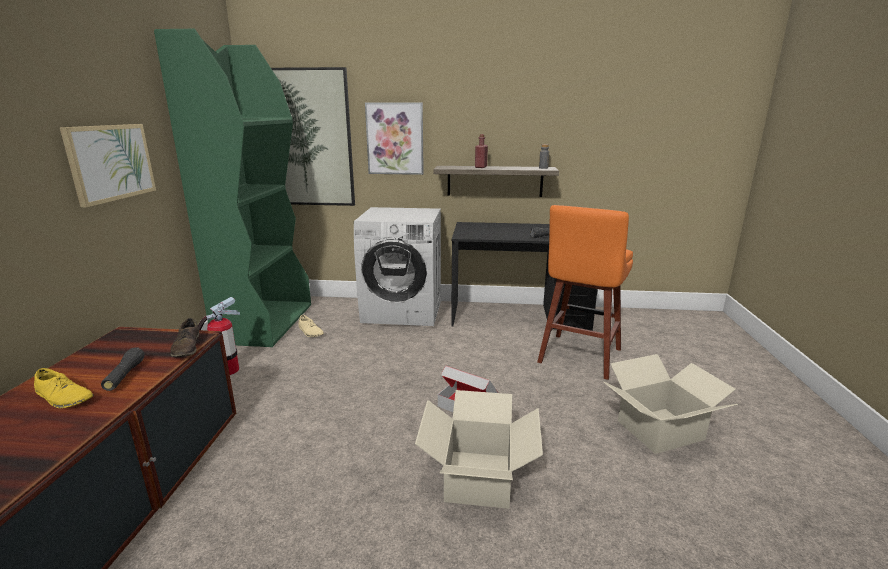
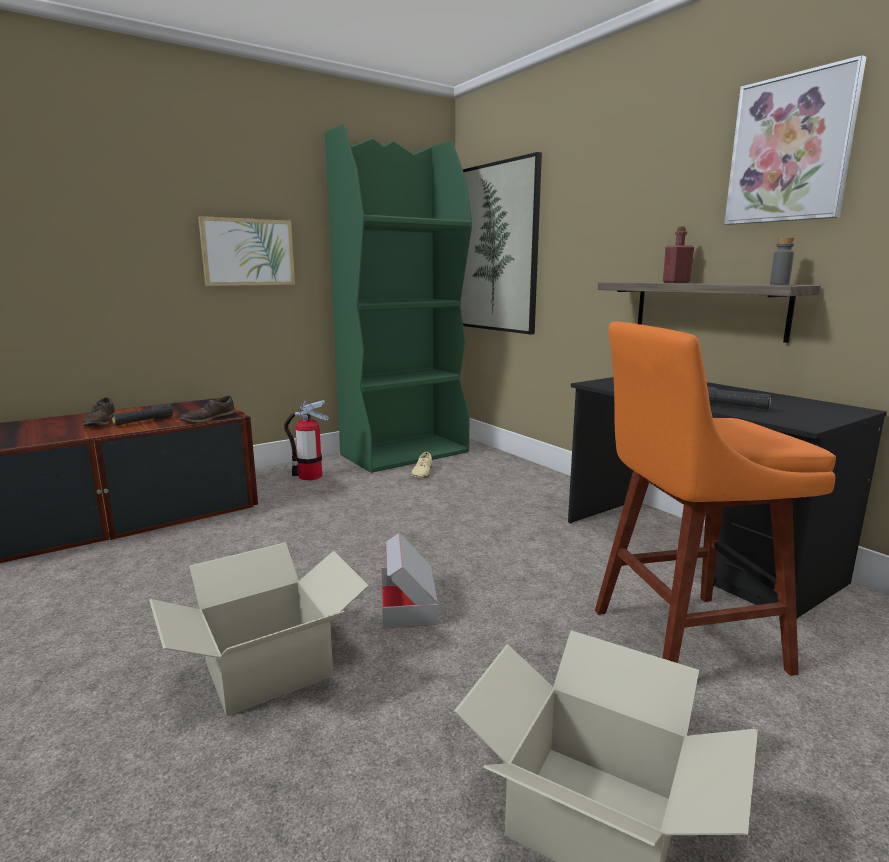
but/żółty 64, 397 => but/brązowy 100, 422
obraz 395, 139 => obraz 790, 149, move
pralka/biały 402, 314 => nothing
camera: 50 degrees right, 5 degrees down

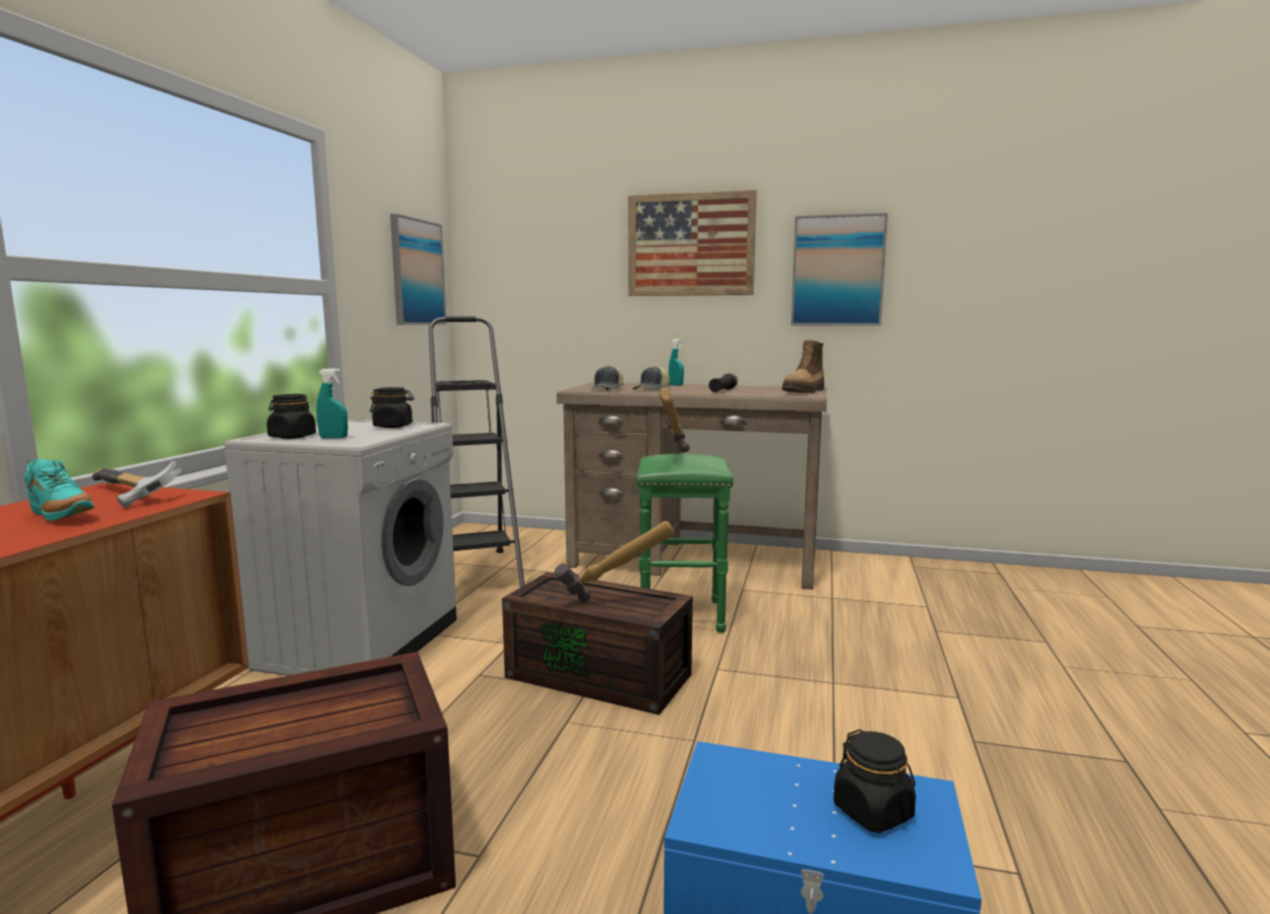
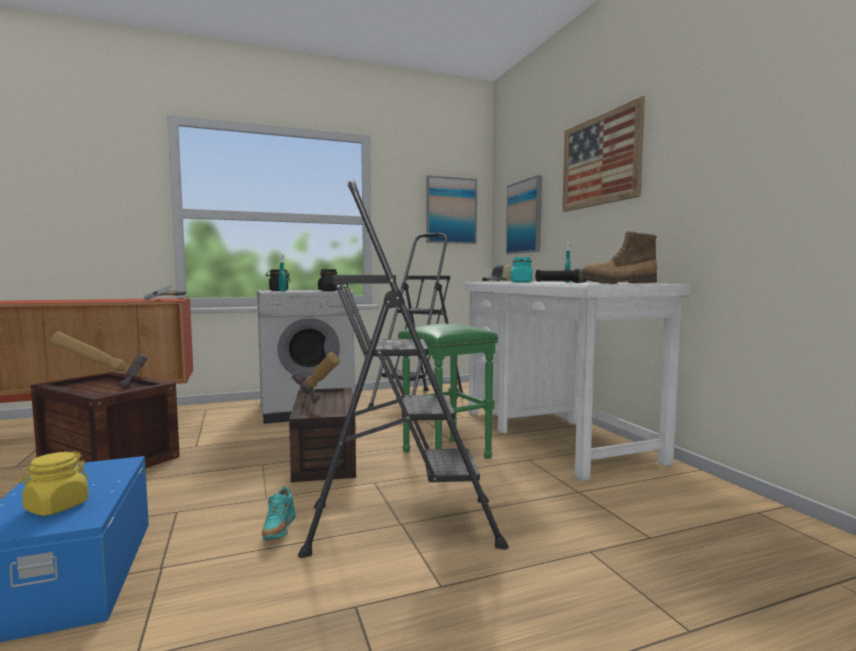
słoik/czarny 873, 812 => słoik/żółty 56, 507
młotek 668, 456 => młotek 103, 387, move
but/turkusowy 60, 516 => but/turkusowy 278, 531, move
nothing => drabinka 400, 525
biurko/brązowy 694, 559 => biurko/biały 555, 434
obraz 837, 271 => obraz 524, 217, move
czapka z daszkiem 652, 390 => słoik/turkusowy 521, 282
camera: 55 degrees right, 5 degrees down

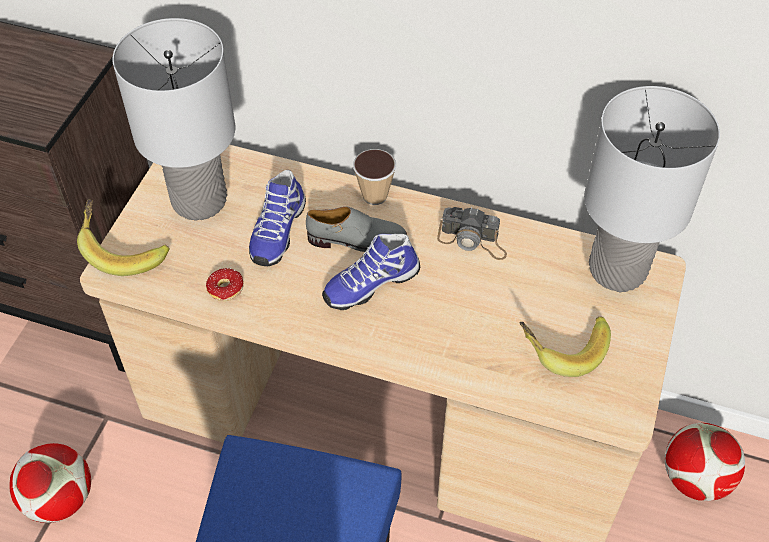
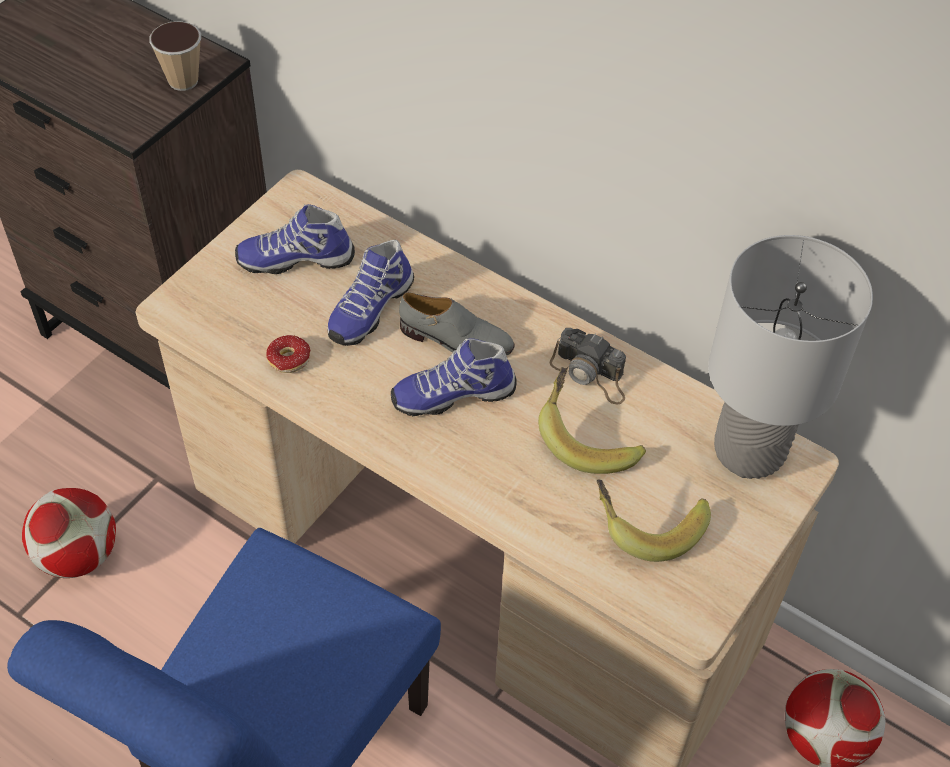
filiżanka 375, 195 => filiżanka 183, 81, move
lampa stołowa/szary 201, 205 => but 296, 258
banan 124, 249 => banan 587, 437, move
camera: 15 degrees right, 0 degrees up

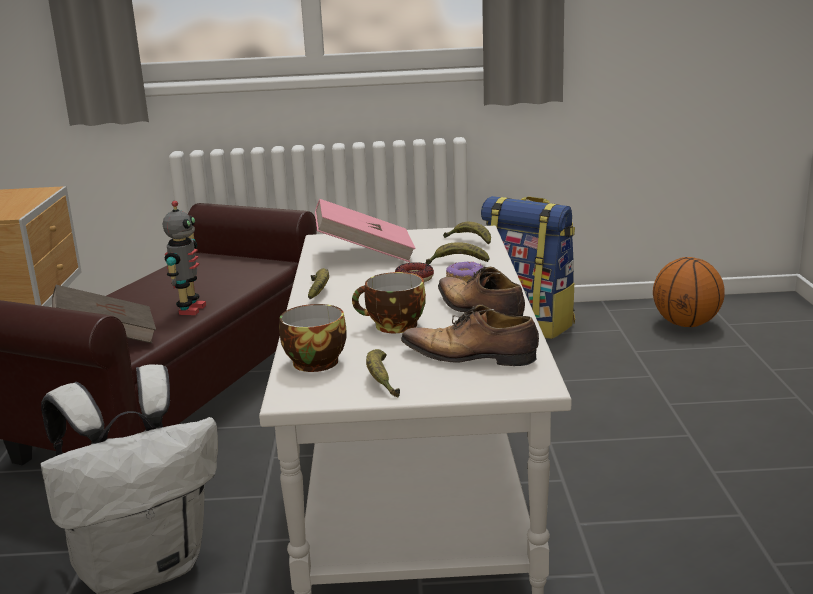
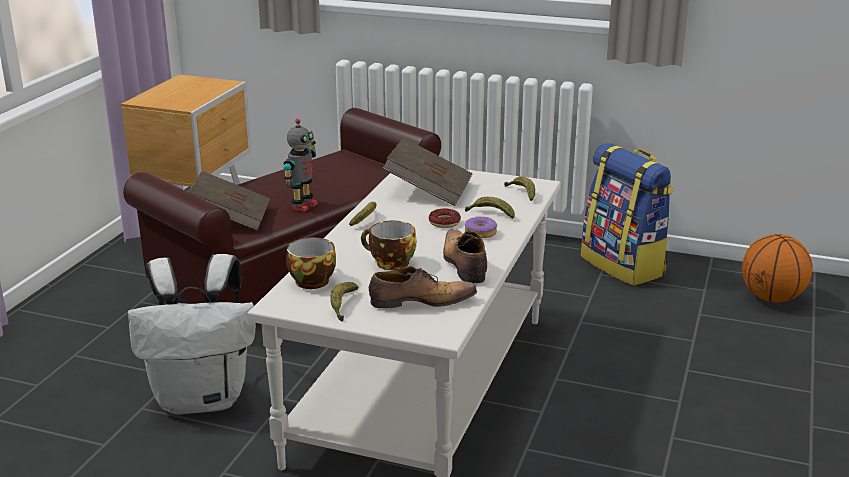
but 471, 357 => but 420, 302, 135 degrees clockwise
książka/różowy 365, 254 => książka/brązowy 428, 191
camera: 20 degrees right, 5 degrees up

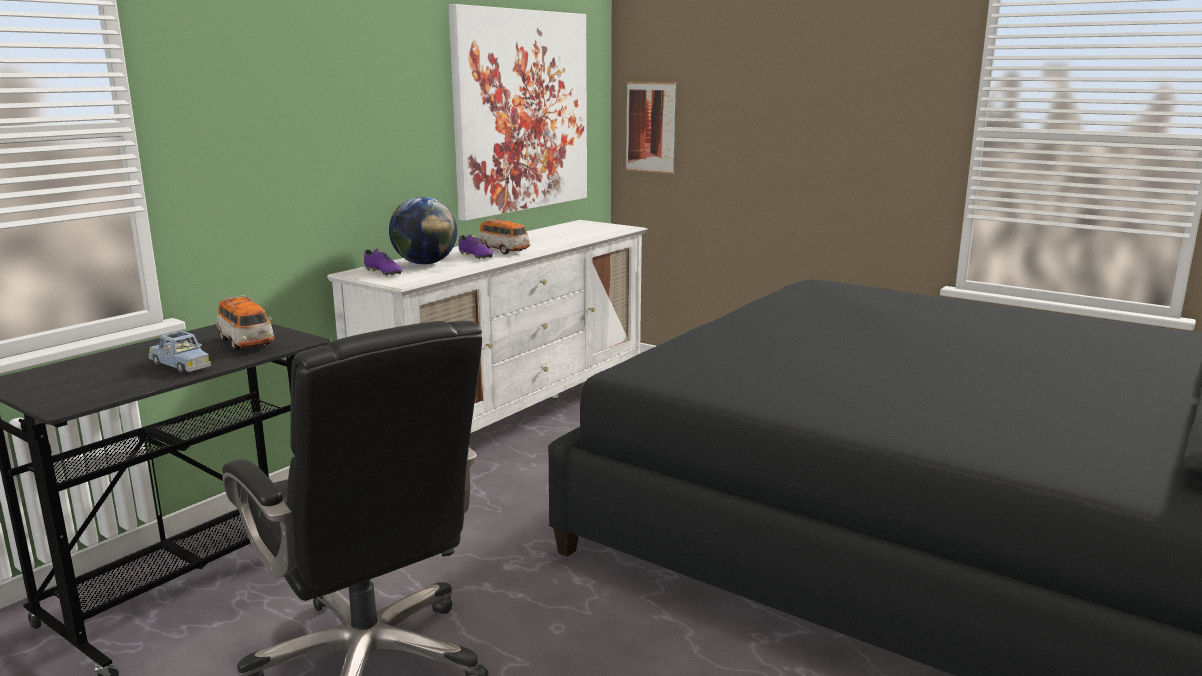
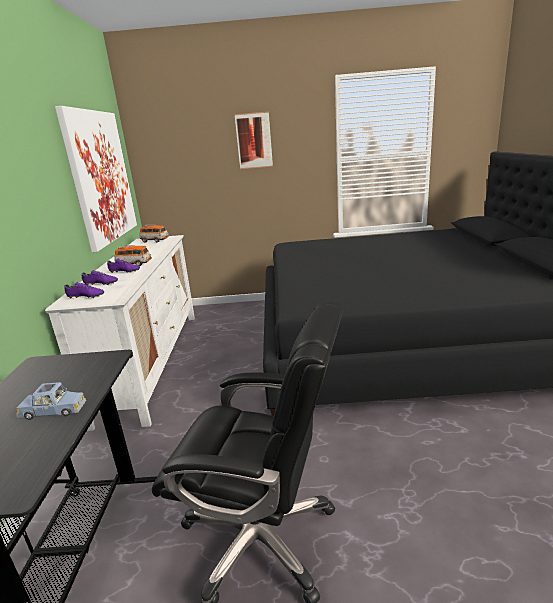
globus 425, 263 => but/fioletowy 101, 284
samochodzik 246, 343 => samochodzik 155, 240, move
obraz 650, 127 => obraz 254, 140, move
camera: 35 degrees left, 5 degrees up

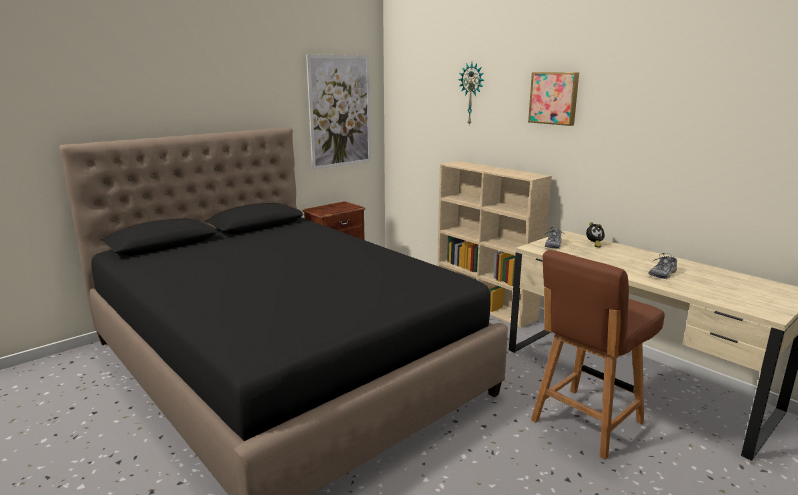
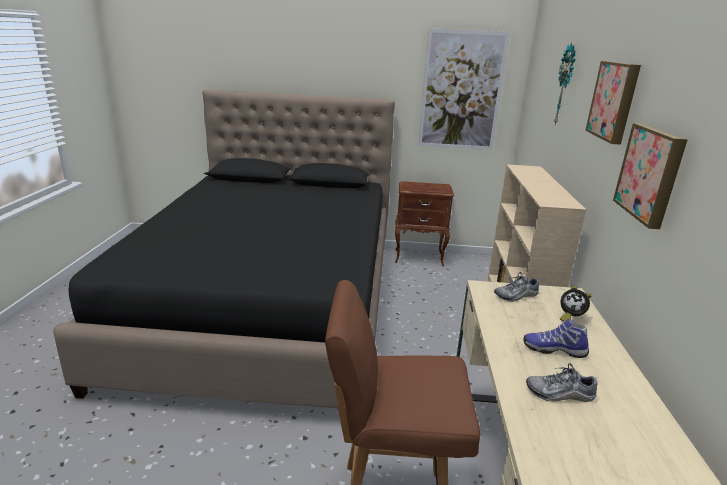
nothing => but 554, 349
nothing => obraz 651, 173
camera: 45 degrees right, 5 degrees up

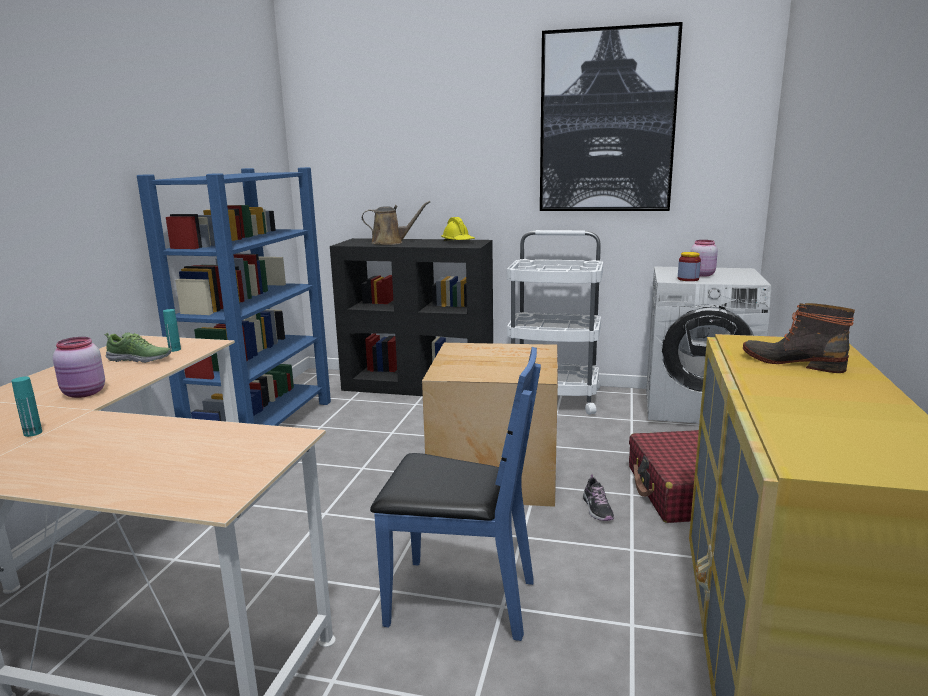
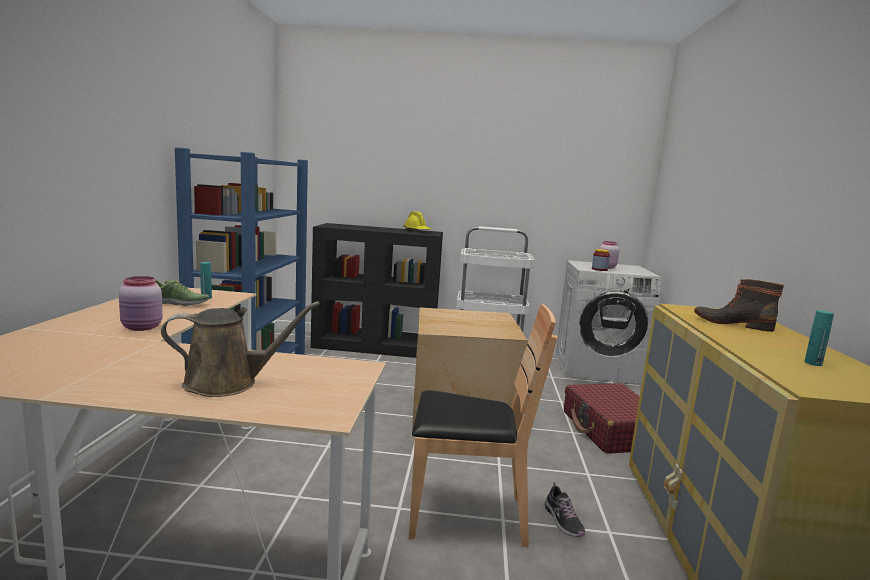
konewka/brązowy 391, 242 => konewka/brązowy 228, 383, move
krzesło/niebieski 460, 600 => krzesło/brązowy 466, 515
but 597, 509 => but 563, 521, move
butelka/turkusowy 33, 433 => butelka/turkusowy 813, 363, move
obraz 606, 122 => nothing
camera: 10 degrees left, 5 degrees down

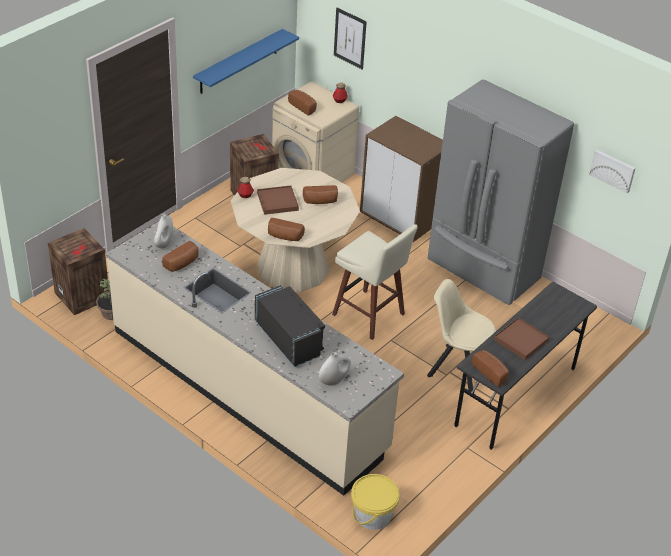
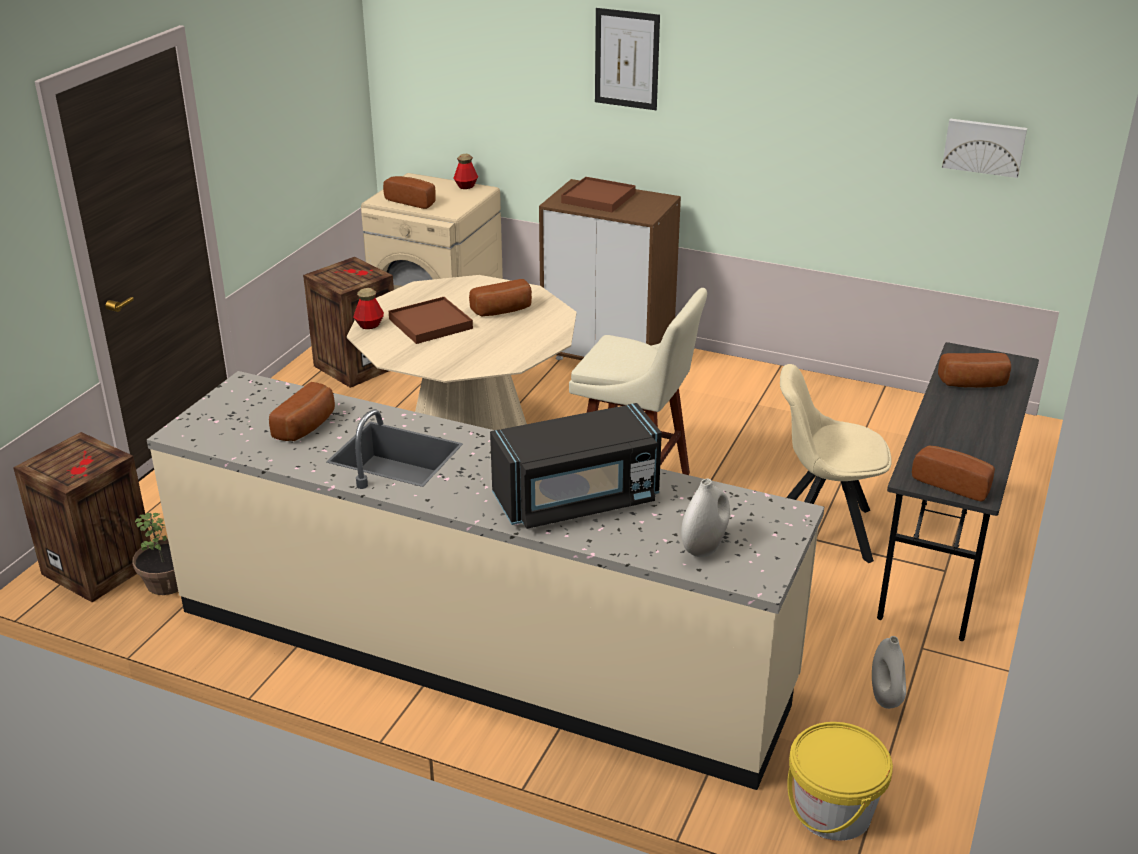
mikrofalówka/czarny 289, 339 => mikrofalówka/czarny 577, 500, 120 degrees clockwise
taca/brązowy 521, 340 => taca/brązowy 598, 198, move
obraz 350, 38 => obraz 627, 59, move
wazon/biały 164, 244 => wazon/biały 886, 697, move
chleb 284, 237 => chleb 974, 384, move
półka/niebieski 239, 62 => nothing
lodówka/szary 481, 270 => nothing
camera: 15 degrees left, 10 degrees down

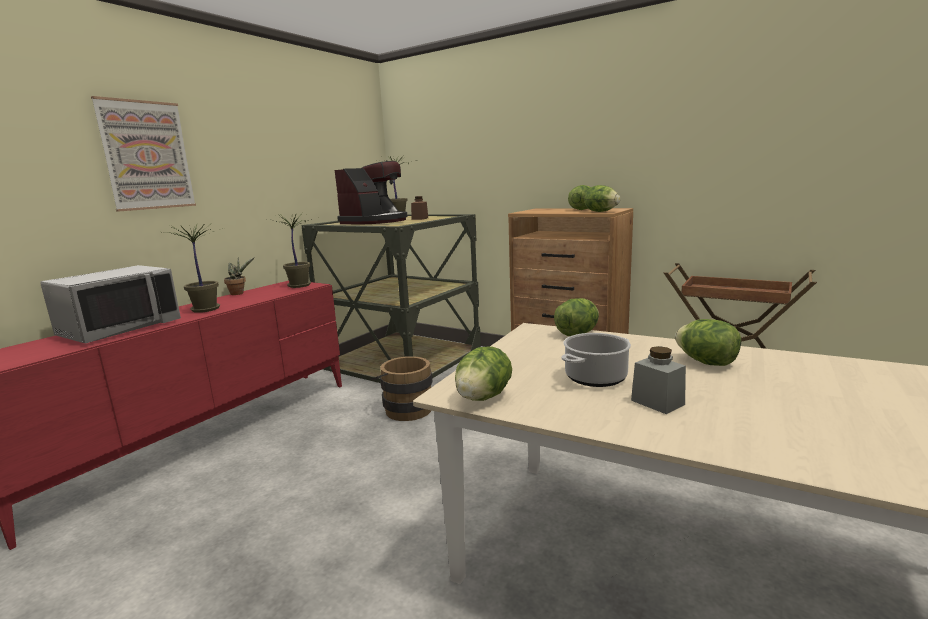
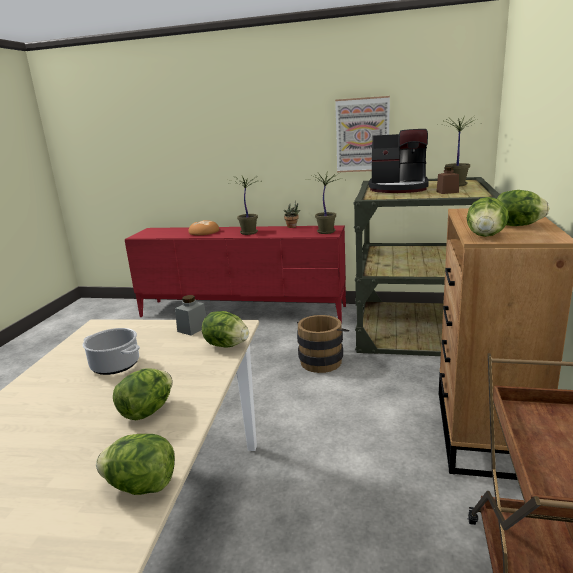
sałata 483, 397 => sałata 142, 486, move
słoik/szary 657, 402 => słoik/szary 192, 329, move
mikrofalówka/szary 120, 329 => chleb 204, 232
obraz 146, 155 => obraz 362, 135, move
camera: 70 degrees right, 5 degrees up

